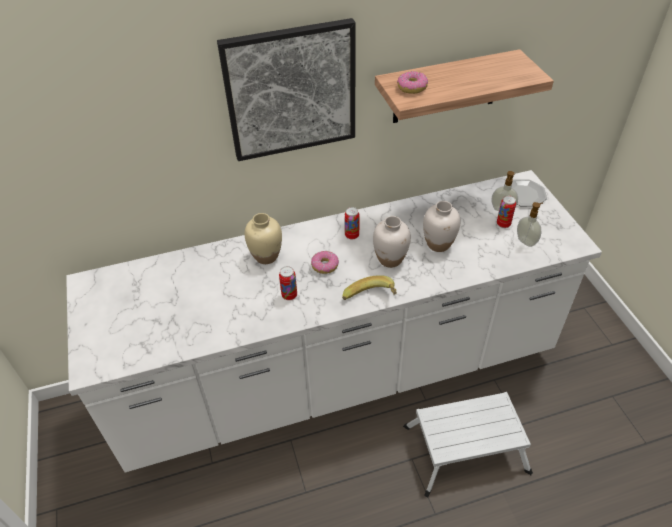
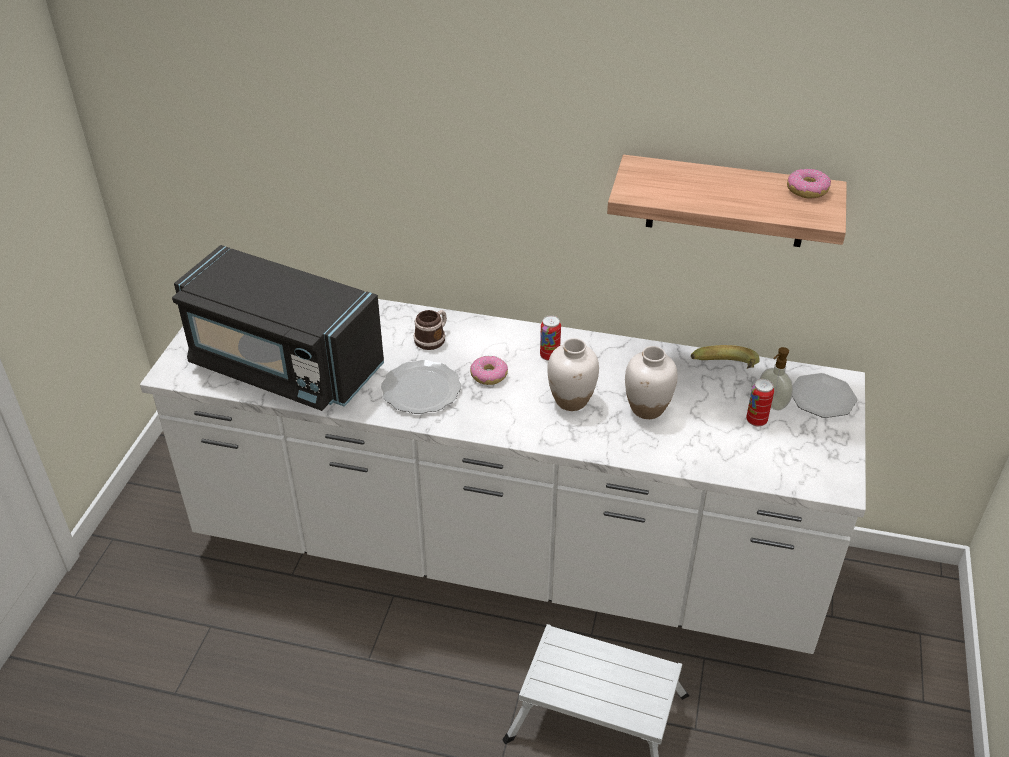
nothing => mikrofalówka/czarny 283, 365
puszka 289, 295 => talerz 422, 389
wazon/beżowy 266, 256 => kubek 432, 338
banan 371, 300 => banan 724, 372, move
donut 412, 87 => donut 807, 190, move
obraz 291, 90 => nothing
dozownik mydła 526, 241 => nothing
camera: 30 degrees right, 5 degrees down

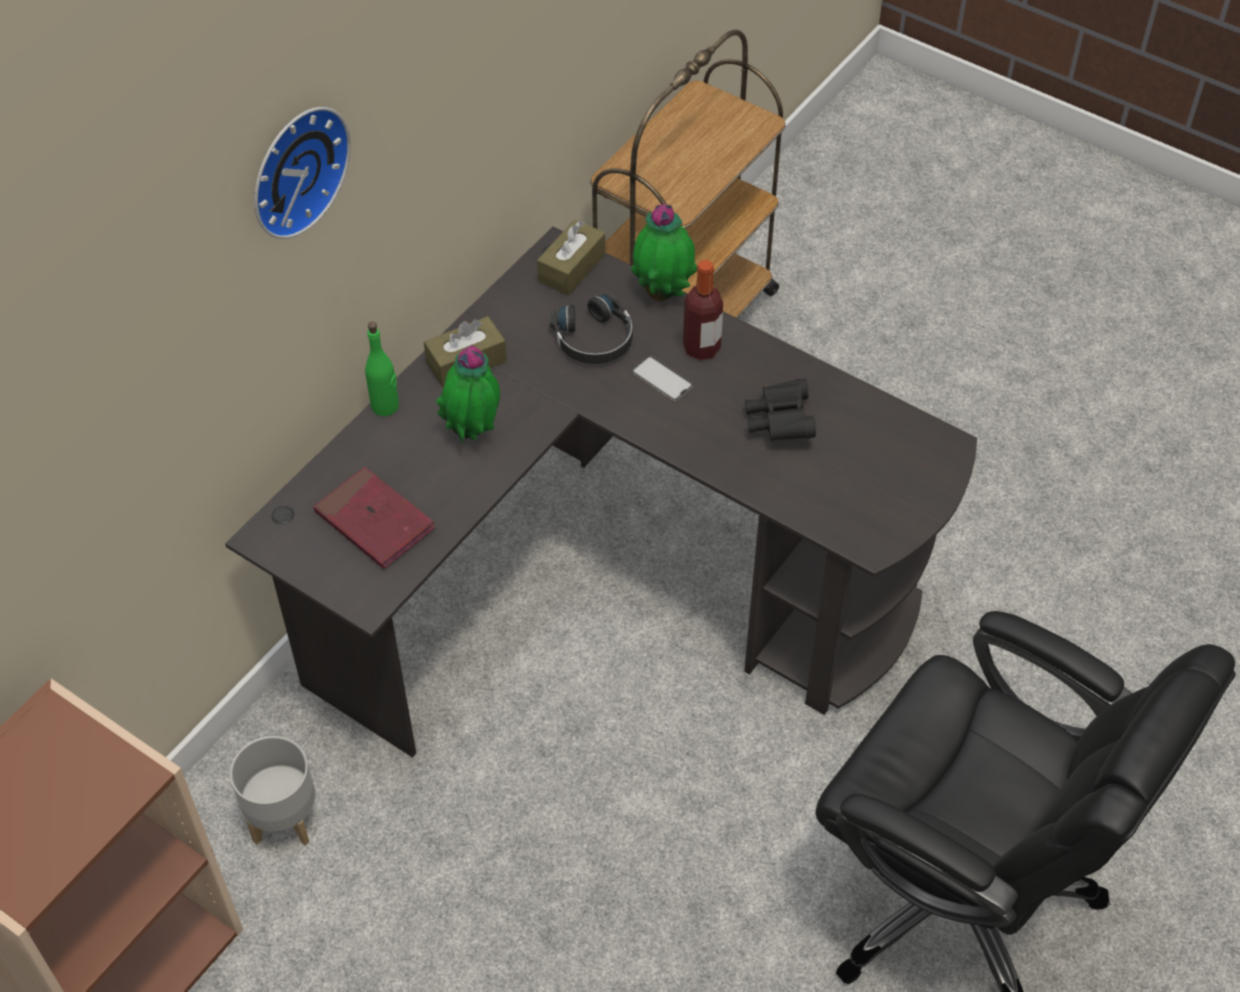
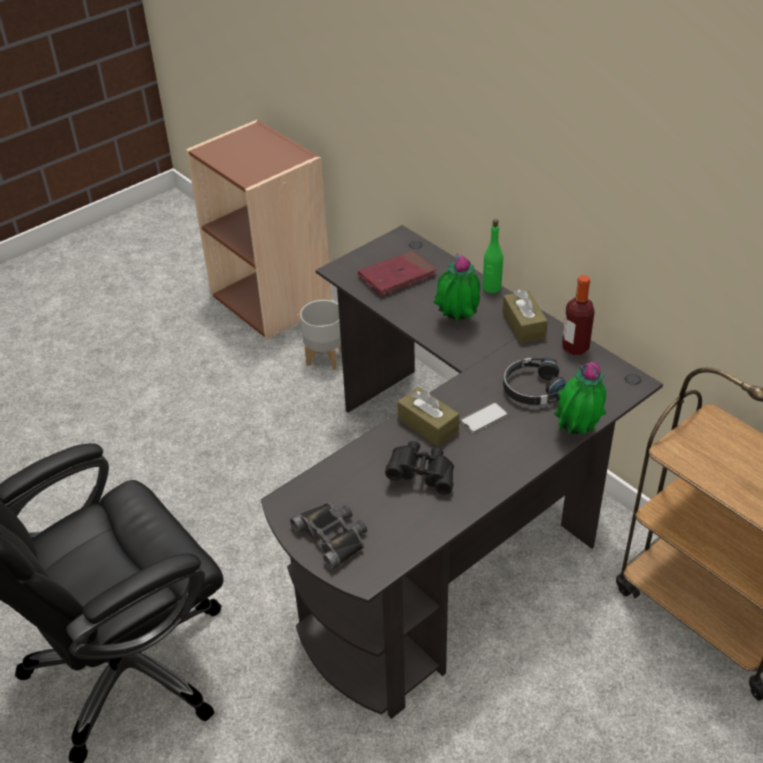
nothing => lornetka/czarny 333, 536
pudełko chusteczek/brązowy 572, 267 => pudełko chusteczek/brązowy 428, 425, move
butelka 701, 348 => butelka 575, 347, move
zegar ścienny 294, 168 => nothing
camera: 105 degrees right, 10 degrees down

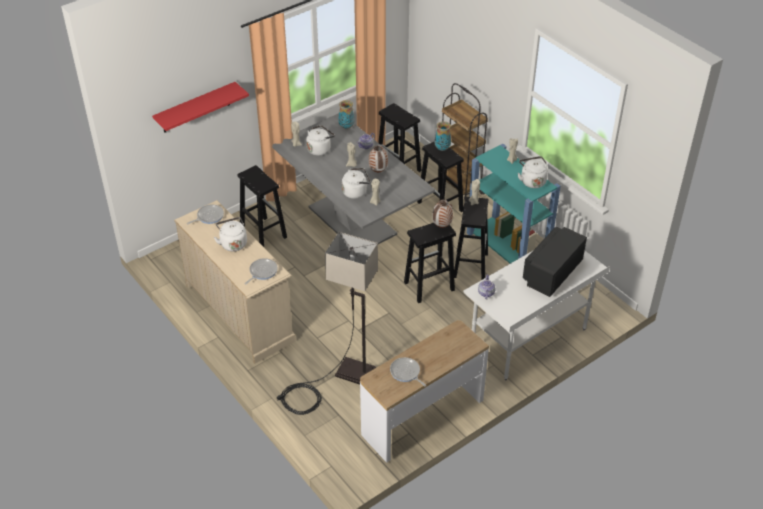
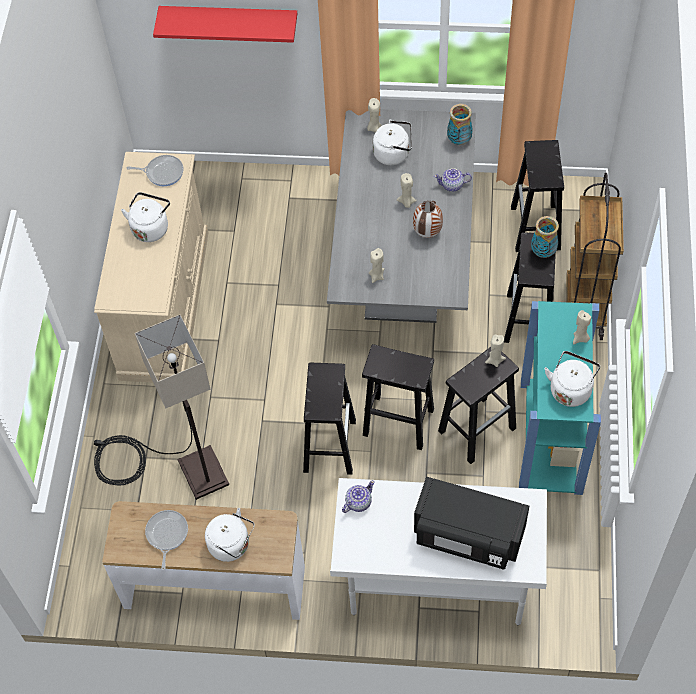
czajnik/biały 356, 192 => czajnik/biały 232, 545, move
stołek/czarny 263, 233 => stołek/czarny 329, 444, move
mikrofalówka/czarny 551, 272 => mikrofalówka/czarny 468, 535, 150 degrees counterclockwise
patelnia 262, 272 => nothing
wazon 442, 226 => nothing
camera: 45 degrees right, 15 degrees up

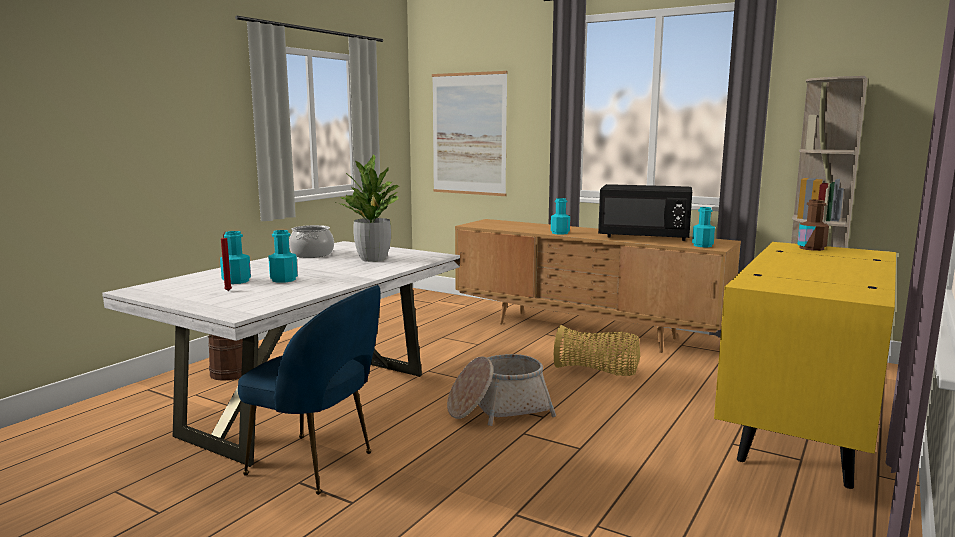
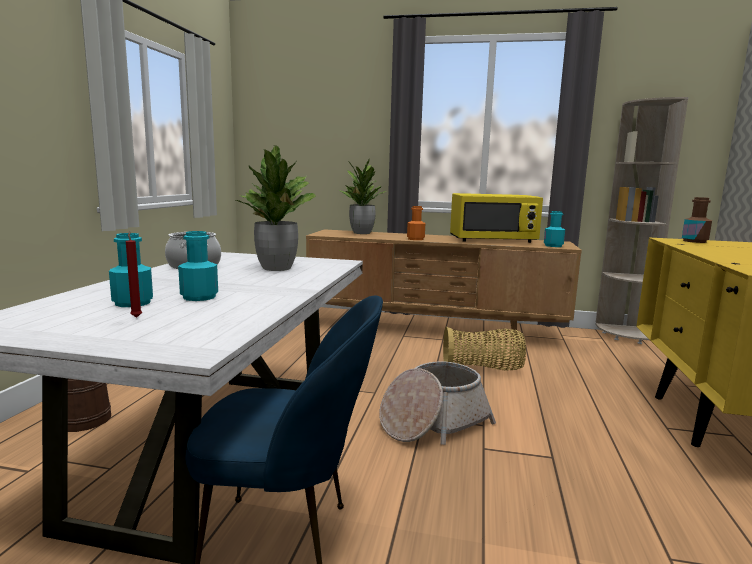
nothing => roślina doniczkowa 361, 233
butelka/turkusowy 560, 233 => butelka/pomarańczowy 415, 239
mikrofalówka/czarny 644, 237 => mikrofalówka/żółty 492, 240
obraz 469, 134 => nothing
camera: 20 degrees left, 0 degrees up

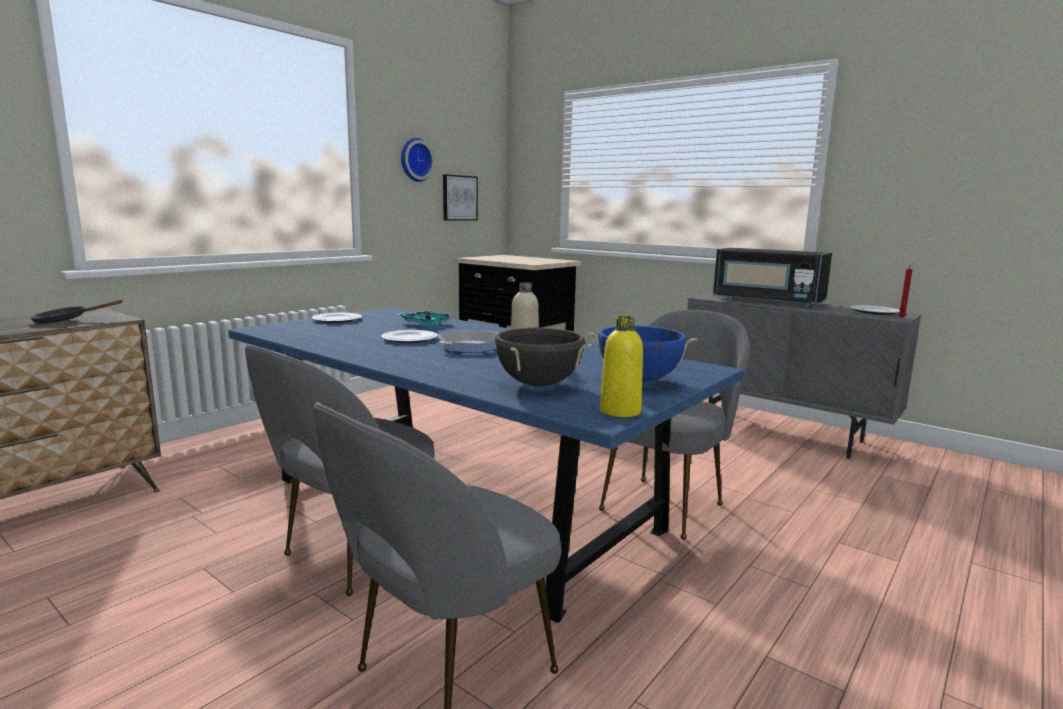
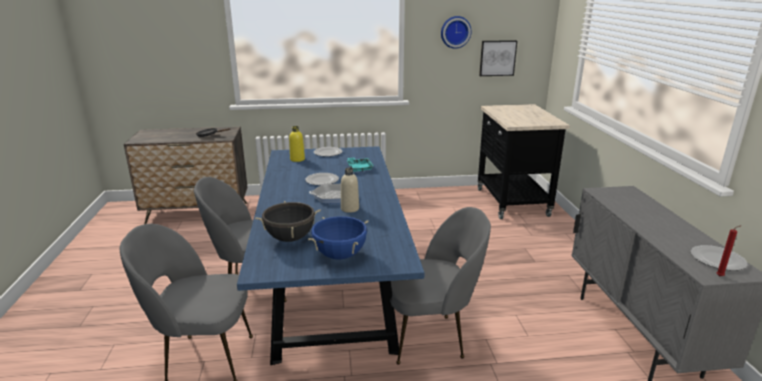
butelka/żółty 620, 411 => butelka/żółty 297, 159, move
mikrofalówka/czarny 767, 302 => nothing
camera: 45 degrees right, 10 degrees up

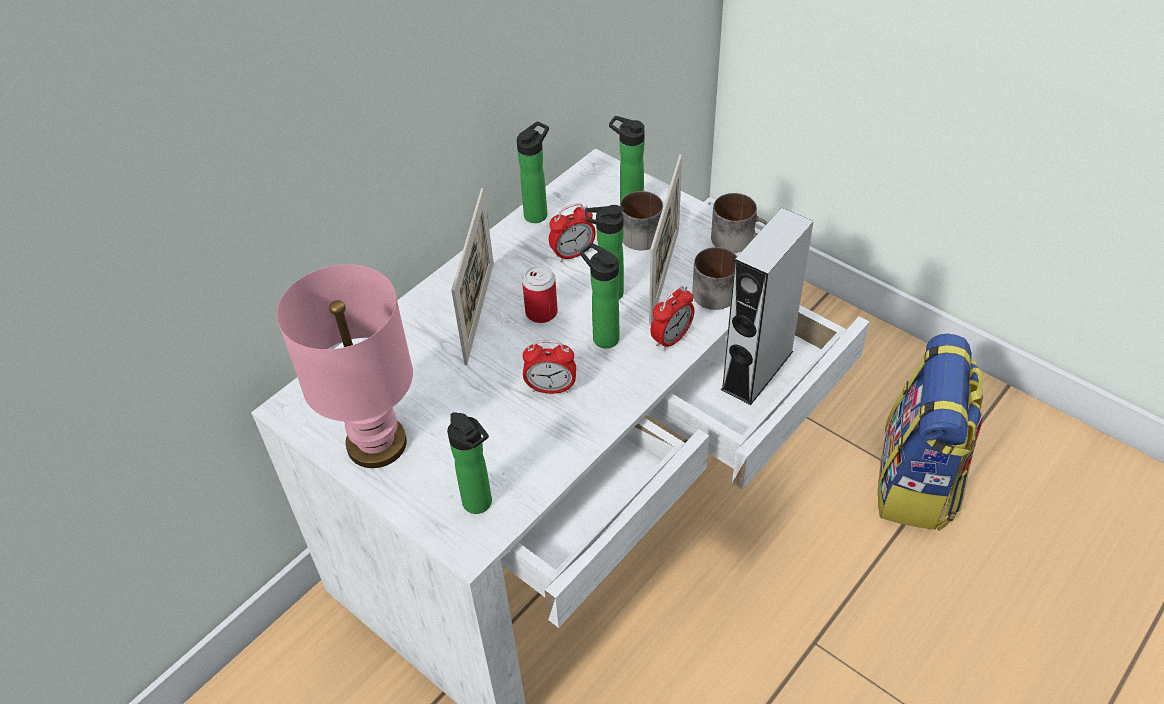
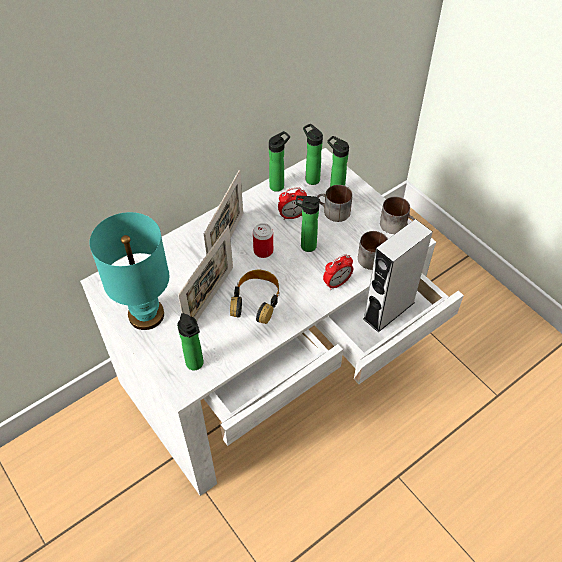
lampa stołowa/różowy 375, 443 => lampa stołowa/turkusowy 146, 314
ramka na zdjęcie 664, 276 => ramka na zdjęcie 210, 300, move
budzik 551, 388 => słuchawki 256, 300
butelka 602, 337 => butelka 311, 178, move
plecak 917, 483 => nothing
camera: 10 degrees right, 5 degrees up

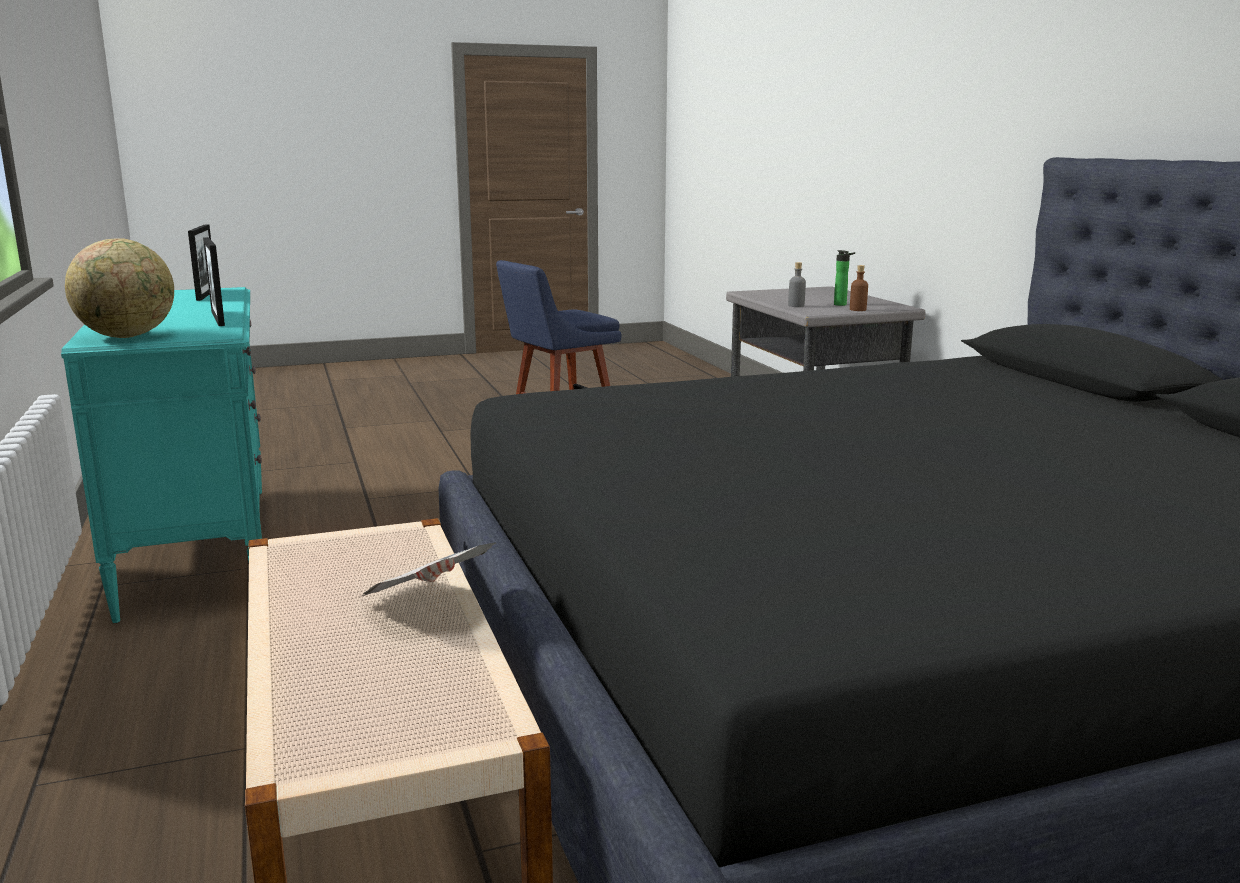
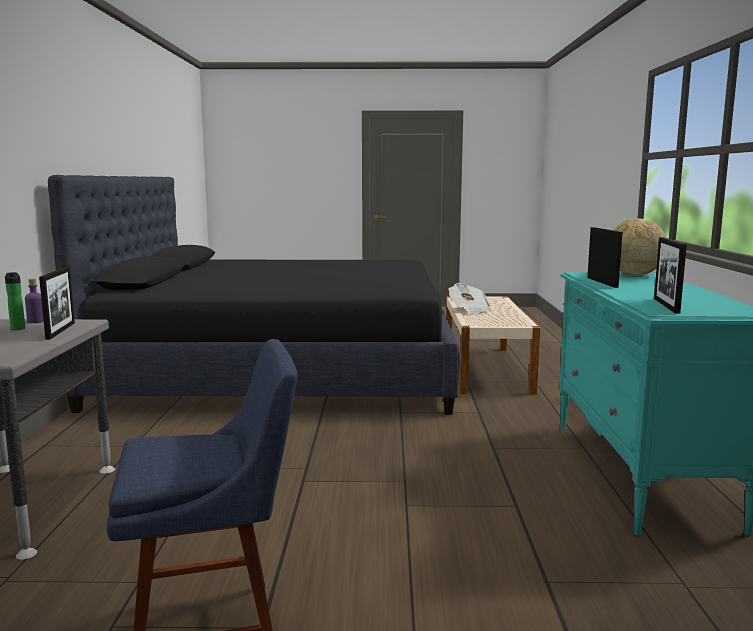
butelka/brązowy 858, 309 => butelka/fioletowy 36, 321
butelka/szary 796, 306 => ramka na zdjęcie 60, 331
camera: 160 degrees left, 5 degrees down

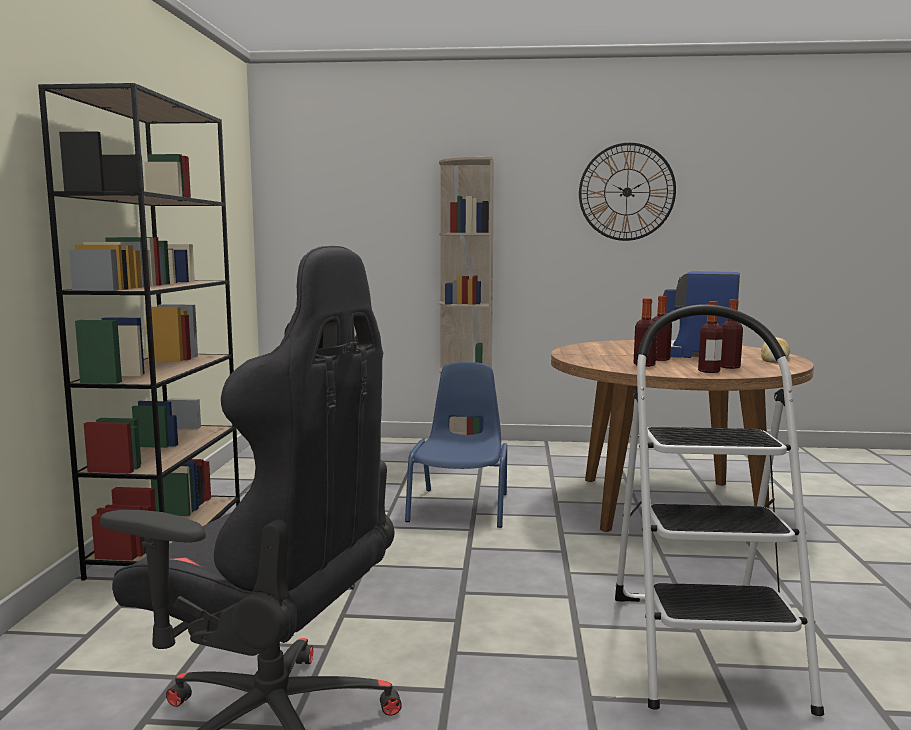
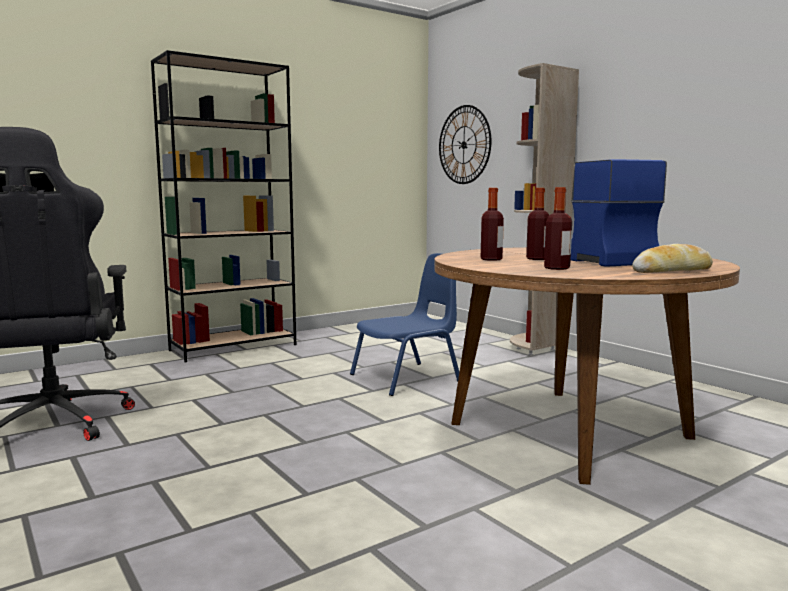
zegar ścienny 627, 192 => zegar ścienny 464, 145, move
drabinka 704, 646 => nothing
butelka 709, 371 => nothing
camera: 50 degrees right, 0 degrees up

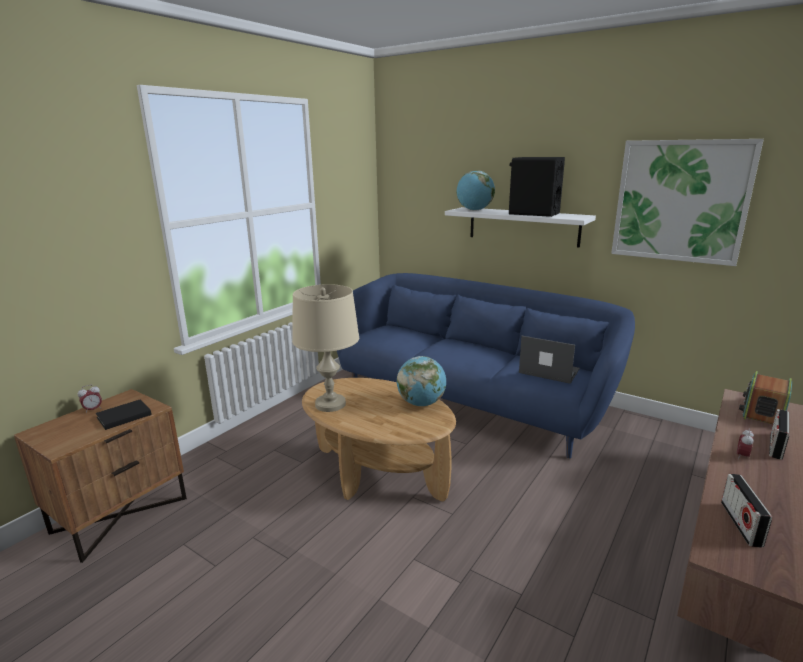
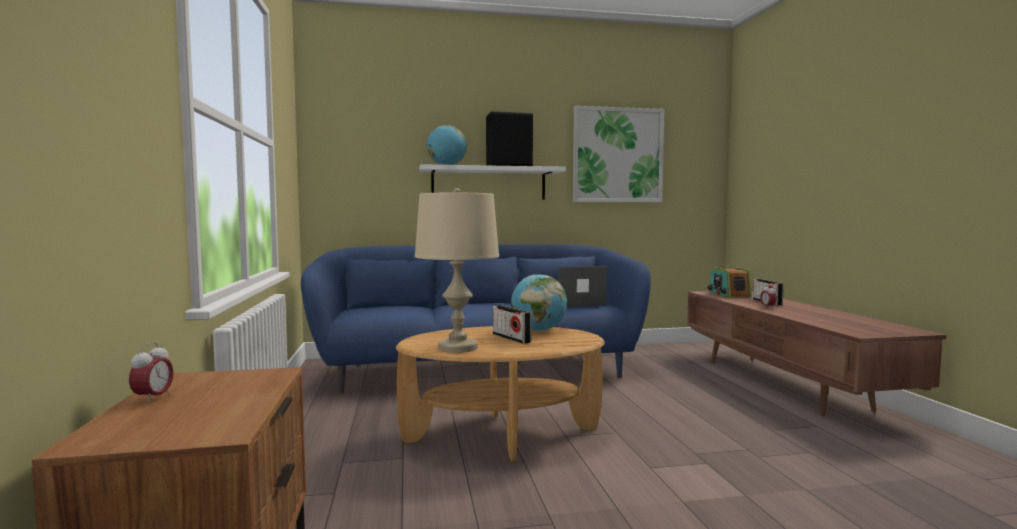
radio 741, 524 => radio 511, 338, move
książka/czarny 122, 416 => nothing
camera: 45 degrees left, 15 degrees down

